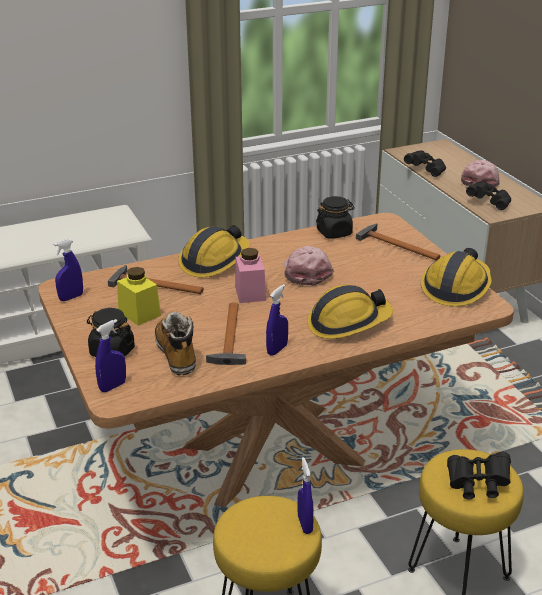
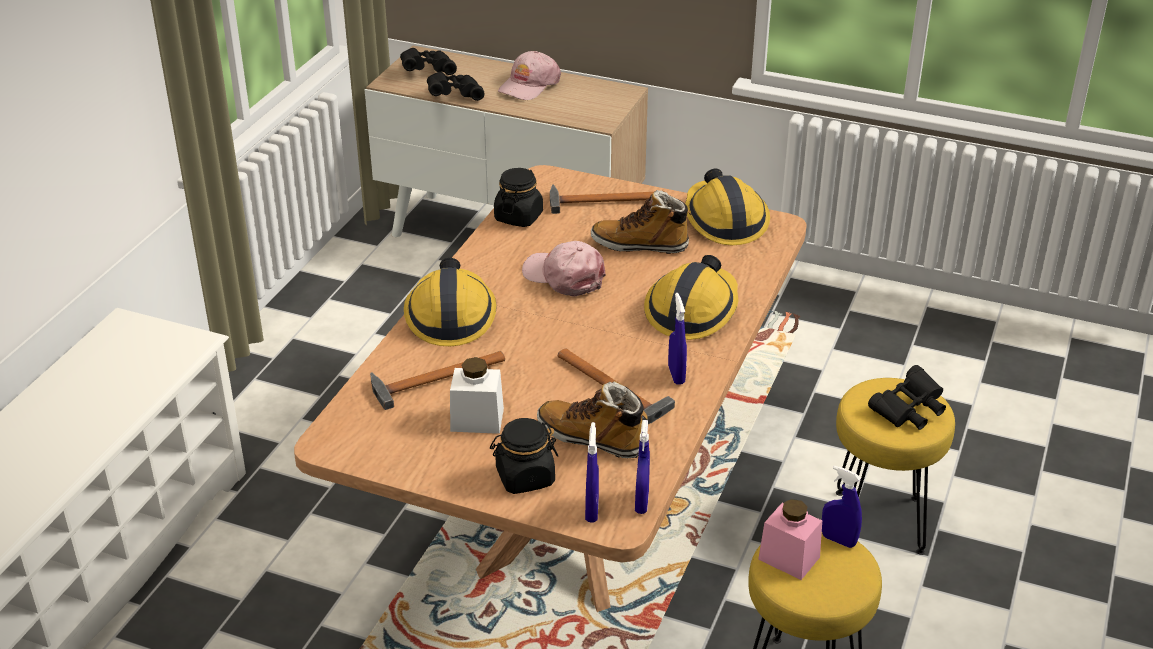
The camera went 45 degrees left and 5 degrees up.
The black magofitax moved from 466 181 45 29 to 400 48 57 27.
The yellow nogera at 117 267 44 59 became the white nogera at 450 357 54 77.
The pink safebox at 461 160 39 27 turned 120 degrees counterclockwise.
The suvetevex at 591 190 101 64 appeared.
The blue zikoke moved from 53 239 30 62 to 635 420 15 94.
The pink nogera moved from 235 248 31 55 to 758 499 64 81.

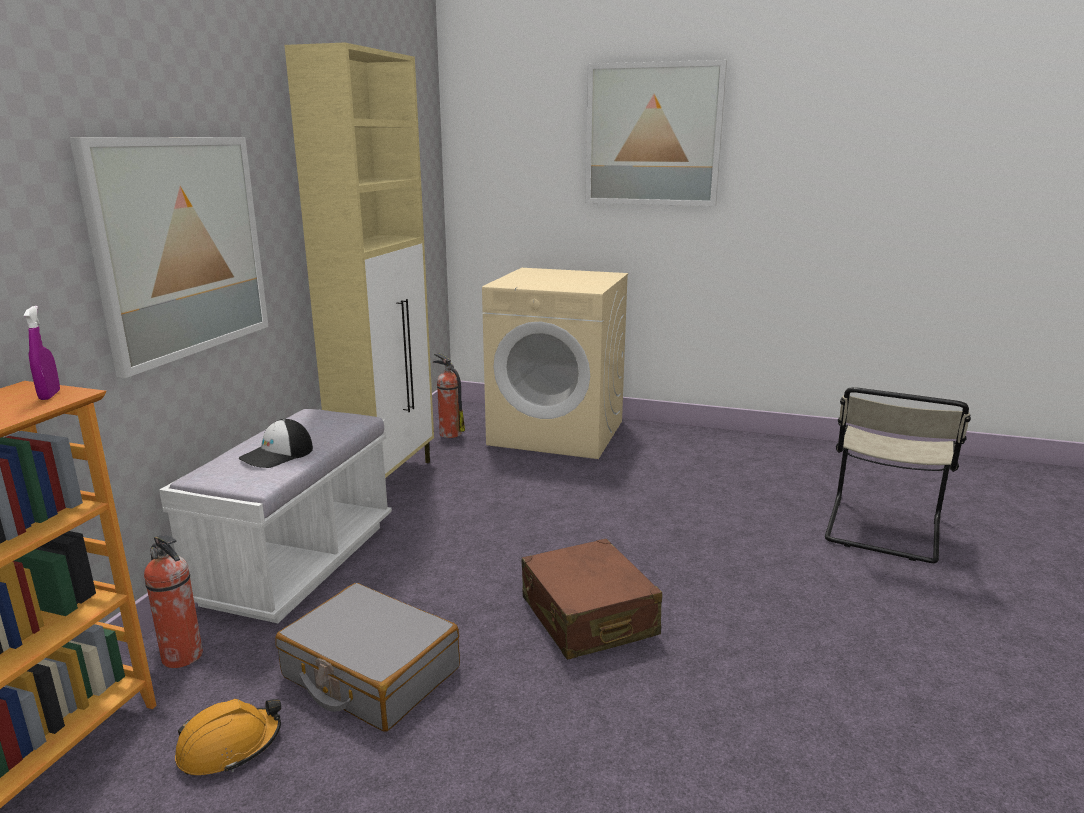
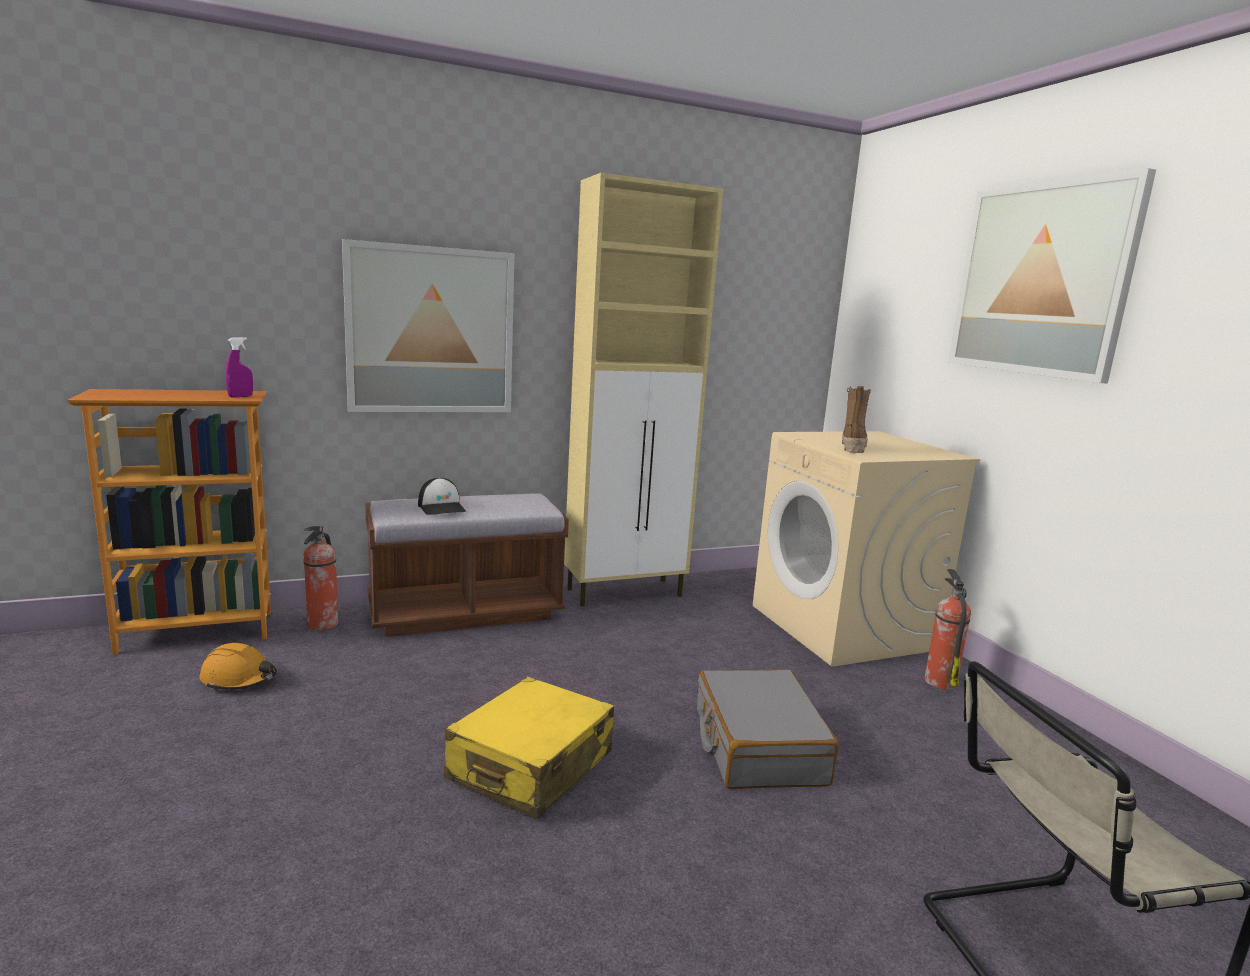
The camera went 50 degrees right and 5 degrees down.
The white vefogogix at 159 409 233 214 became the brown vefogogix at 365 493 204 144.
The safebox at 239 419 74 49 turned 120 degrees counterclockwise.
The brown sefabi at 522 539 140 121 became the yellow sefabi at 444 677 170 142.
The grey sefabi moved from 275 583 185 149 to 697 669 142 120.
The suvetevex at 842 386 29 67 appeared.
The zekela moved from 433 353 32 85 to 924 569 47 121.

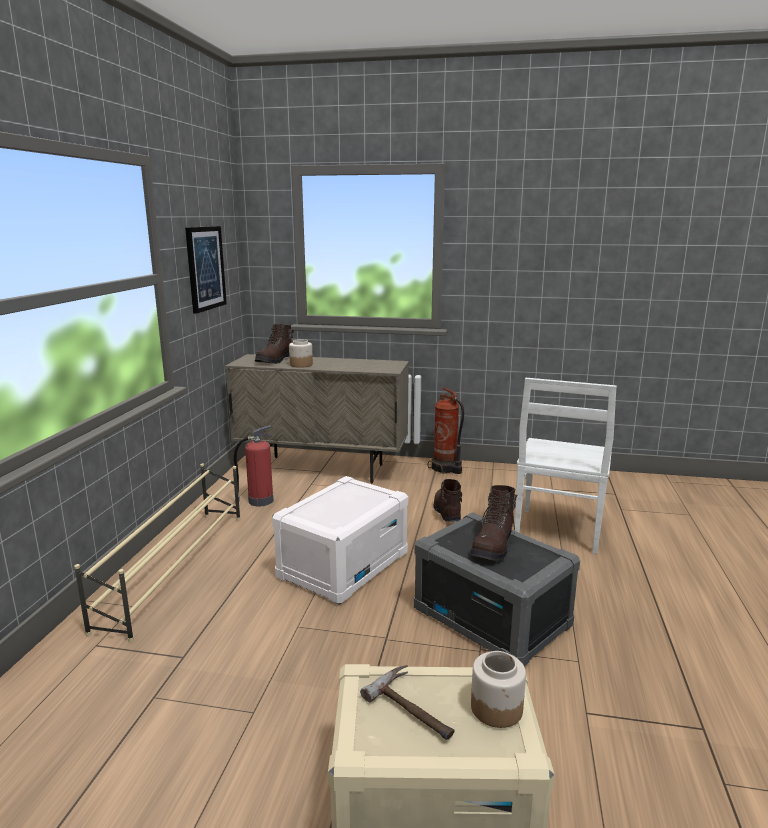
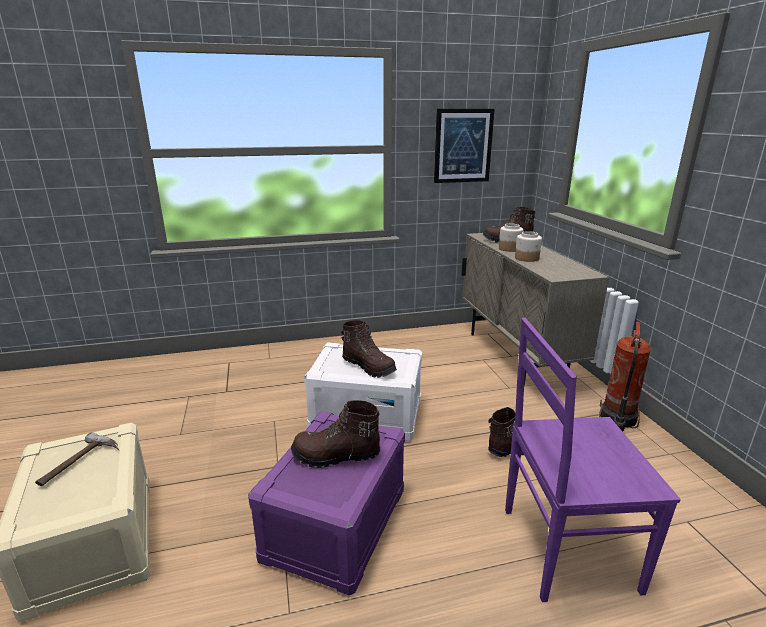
The camera went 65 degrees right and 5 degrees up.
The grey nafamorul at 414 512 166 154 became the purple nafamorul at 248 411 157 184.
The brown suvetevex at 341 320 56 58 appeared.
The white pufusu at 515 378 102 176 became the purple pufusu at 505 318 176 284.
The nogera moved from 471 651 55 77 to 515 231 27 31.
The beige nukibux at 74 464 167 178 disappeared.
The zekela at 234 425 40 81 disappeared.

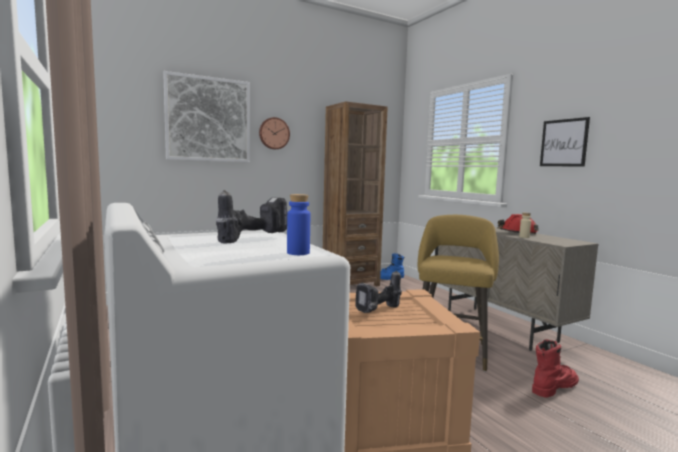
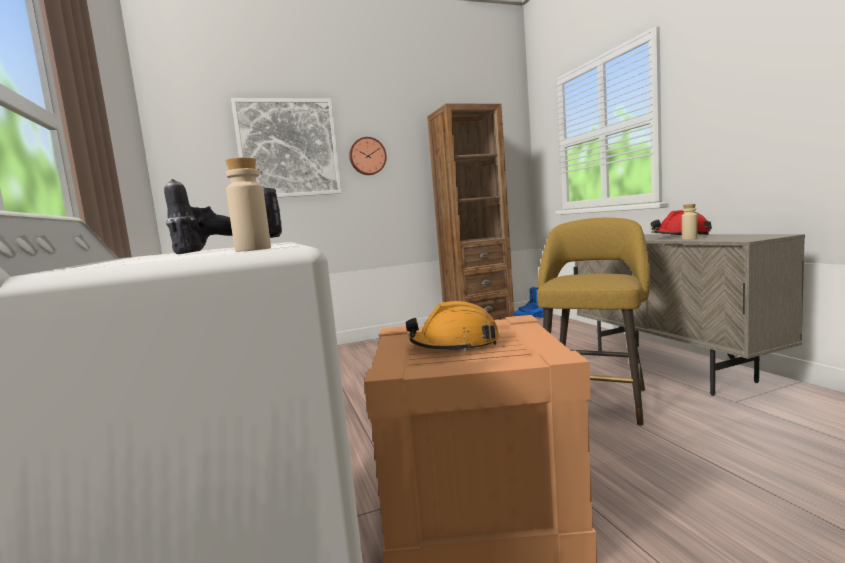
The camera went 10 degrees right and 0 degrees up.
The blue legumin at 287 194 23 61 became the beige legumin at 226 157 45 95.
The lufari at 355 271 47 42 was replaced by the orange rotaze at 405 301 95 51.
The red suvetevex at 532 340 47 58 disappeared.
The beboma at 540 117 50 50 disappeared.

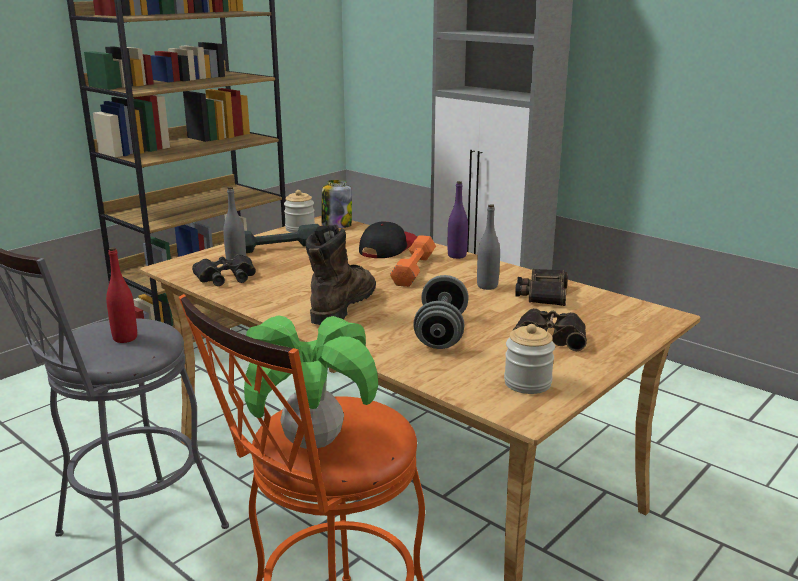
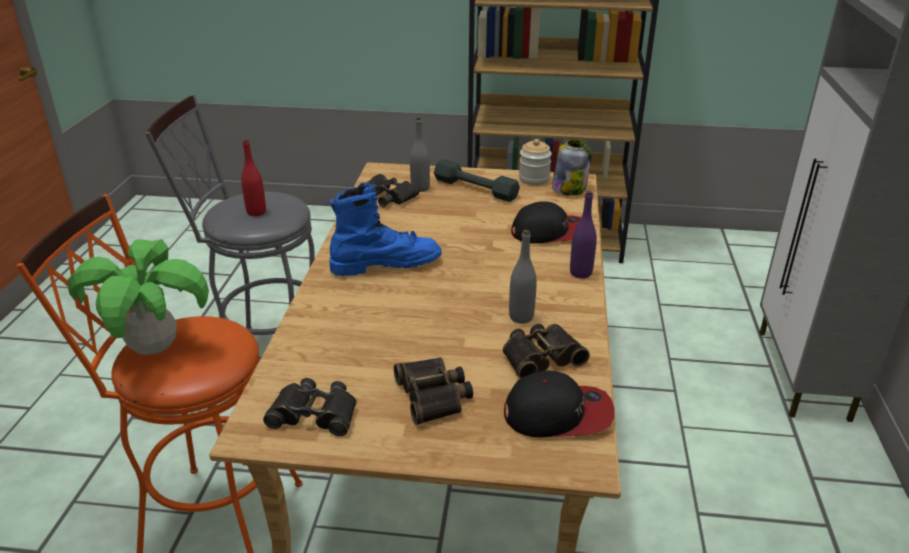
The camera went 55 degrees right and 10 degrees up.
The nogera at 504 324 51 70 was replaced by the black magofitax at 263 378 94 58.
The brown suvetevex at 306 225 70 100 became the blue suvetevex at 329 182 113 94.
The safebox at 504 370 110 67 appeared.
The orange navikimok at 390 235 46 52 disappeared.
The grey navikimok at 413 275 56 74 disappeared.

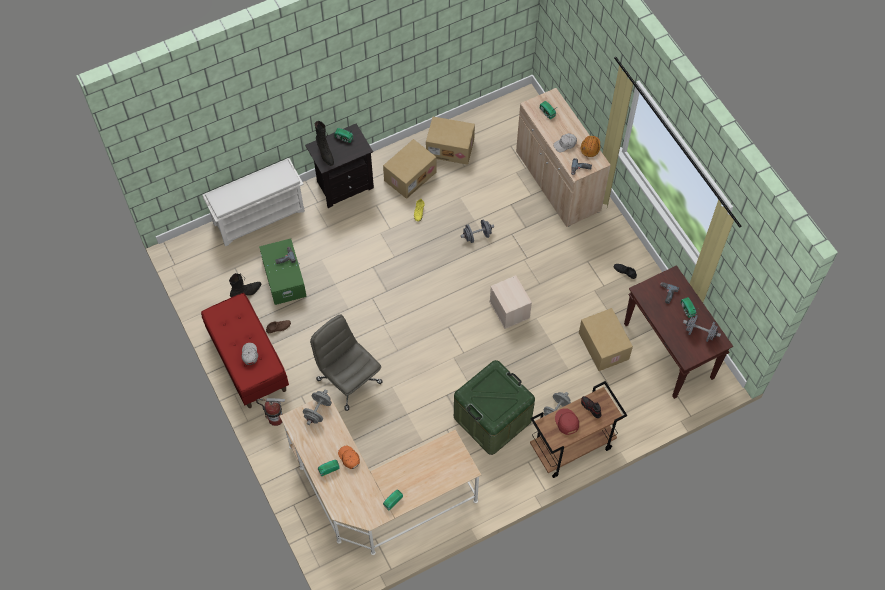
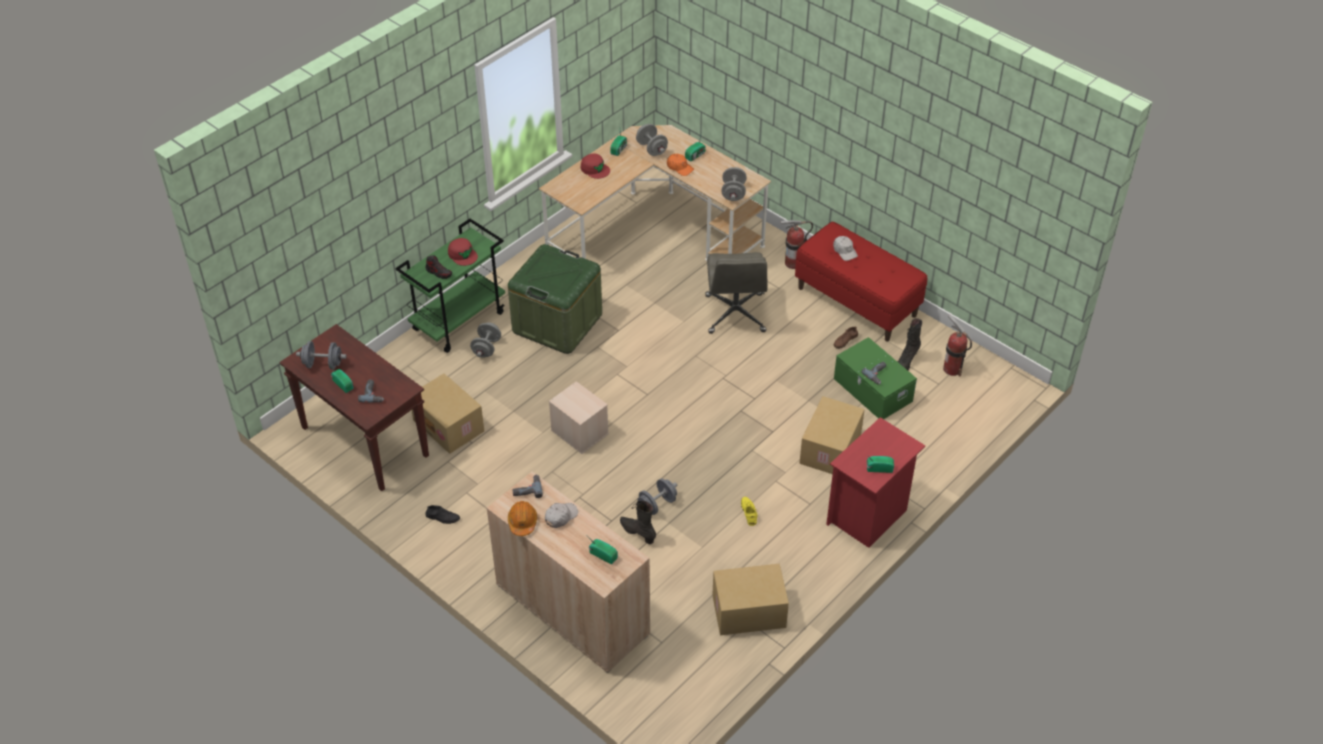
The camera went 160 degrees right and 15 degrees down.
The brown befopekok at 530 381 97 97 became the green befopekok at 395 219 110 134.
The red safebox at 581 153 29 26 appeared.
The black suvetevex moved from 315 121 19 45 to 620 501 36 43.
The grey navikimok at 636 124 32 32 appeared.
The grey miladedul at 310 314 73 97 turned 60 degrees clockwise.
The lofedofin moved from 383 139 54 60 to 799 396 66 78.
The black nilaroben at 305 124 69 84 became the red nilaroben at 826 417 99 131.
The zekela at 943 314 29 62 appeared.
The white nukibux at 203 158 102 88 disappeared.

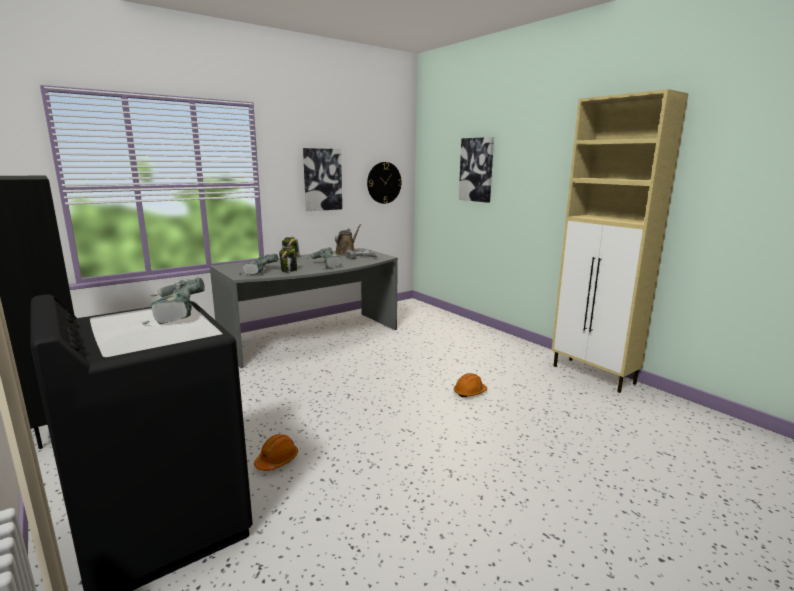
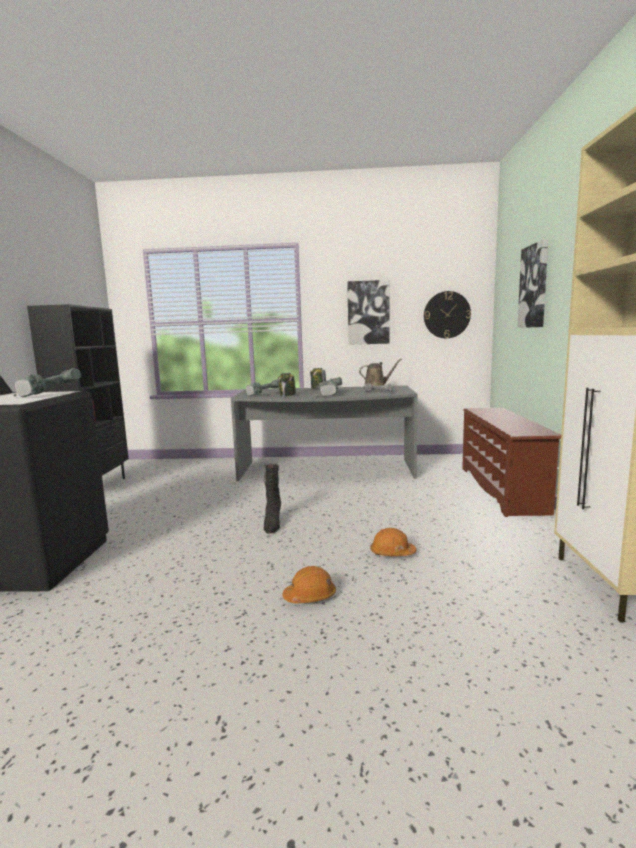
The camera went 40 degrees right and 5 degrees down.
The black suvetevex at 264 464 17 70 appeared.
The orange rotaze moved from 254 434 44 37 to 282 566 54 37.
The brown nukibux at 462 408 99 109 appeared.

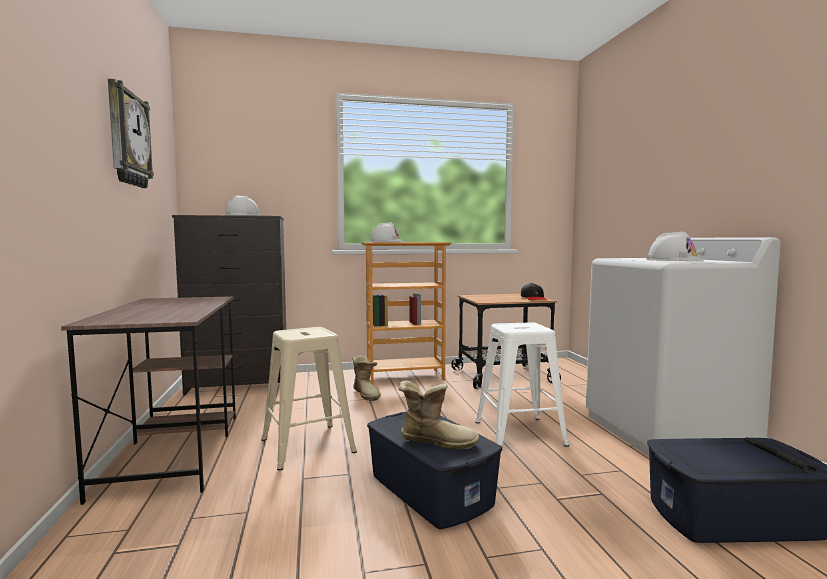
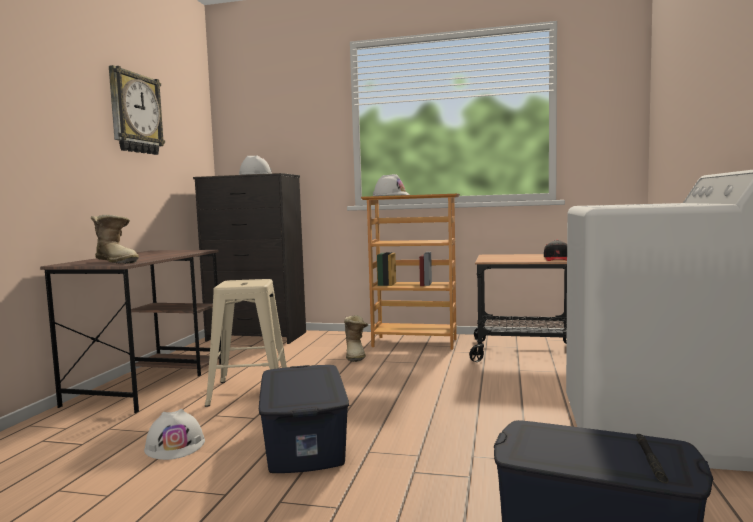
The camera went 25 degrees right and 0 degrees up.
The suvetevex moved from 398 380 81 70 to 91 215 48 49.
The white rotaze moved from 646 232 58 29 to 144 409 61 51.
The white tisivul at 475 322 94 125 disappeared.

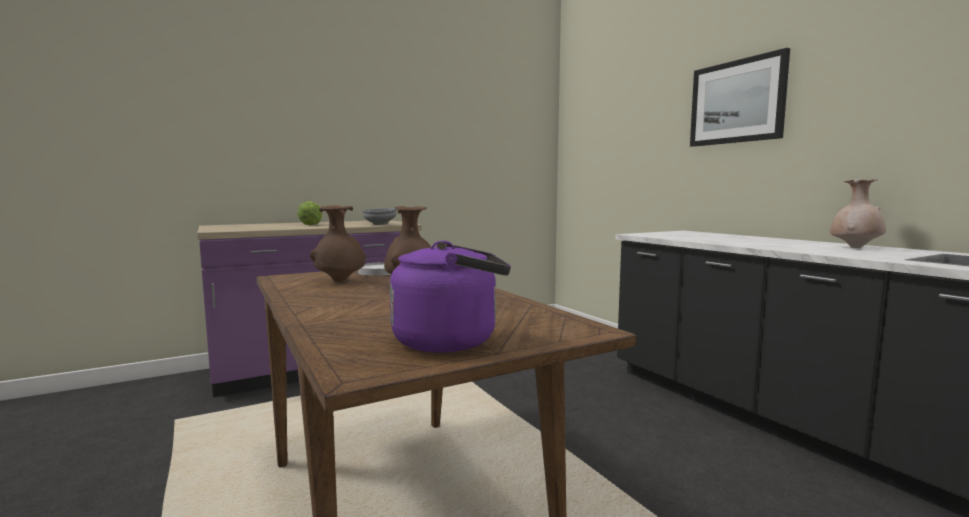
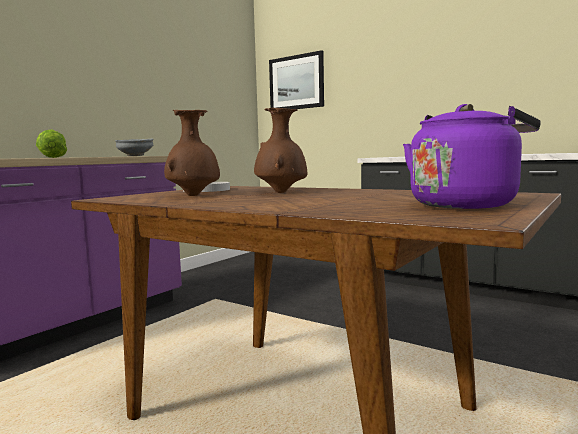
The camera went 25 degrees left and 0 degrees up.
The beboma moved from 690 48 100 99 to 269 50 55 59.
The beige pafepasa at 830 179 56 69 disappeared.

